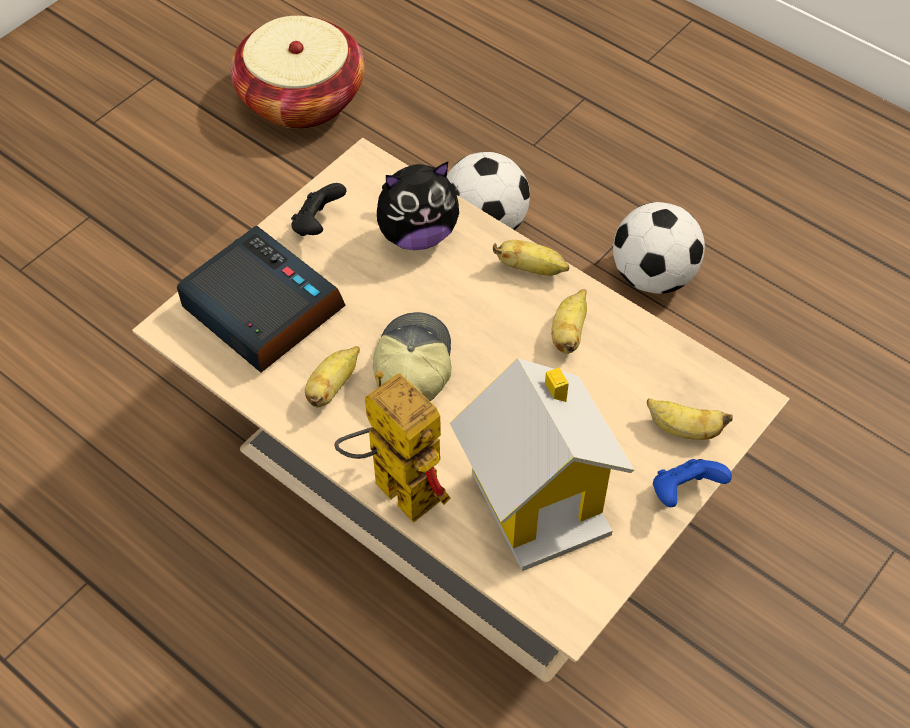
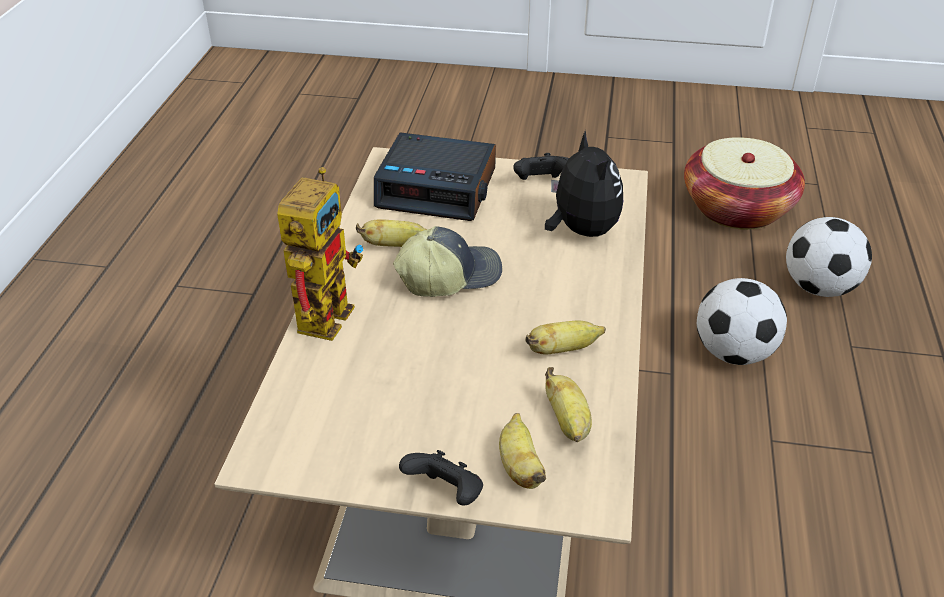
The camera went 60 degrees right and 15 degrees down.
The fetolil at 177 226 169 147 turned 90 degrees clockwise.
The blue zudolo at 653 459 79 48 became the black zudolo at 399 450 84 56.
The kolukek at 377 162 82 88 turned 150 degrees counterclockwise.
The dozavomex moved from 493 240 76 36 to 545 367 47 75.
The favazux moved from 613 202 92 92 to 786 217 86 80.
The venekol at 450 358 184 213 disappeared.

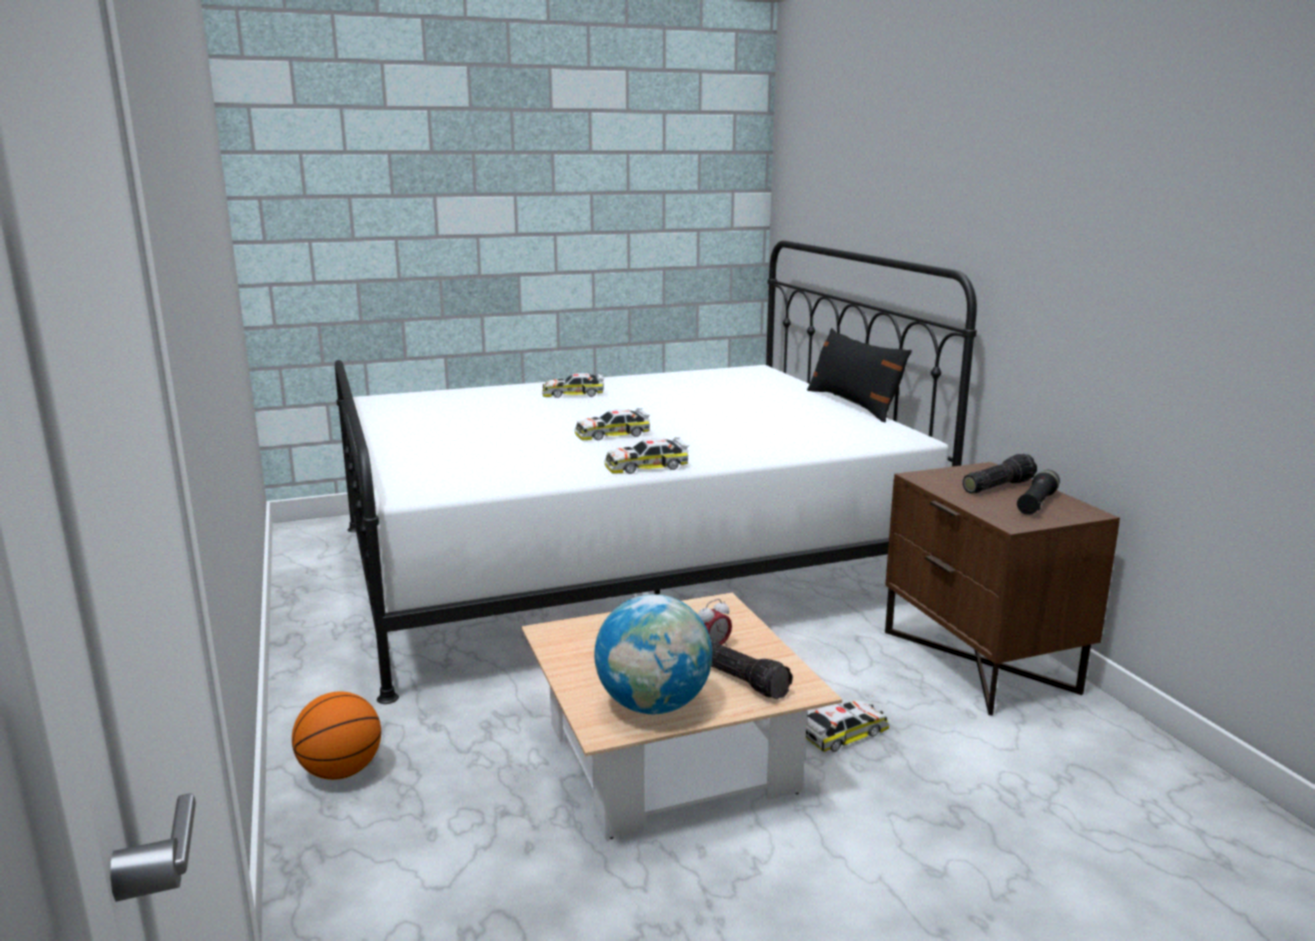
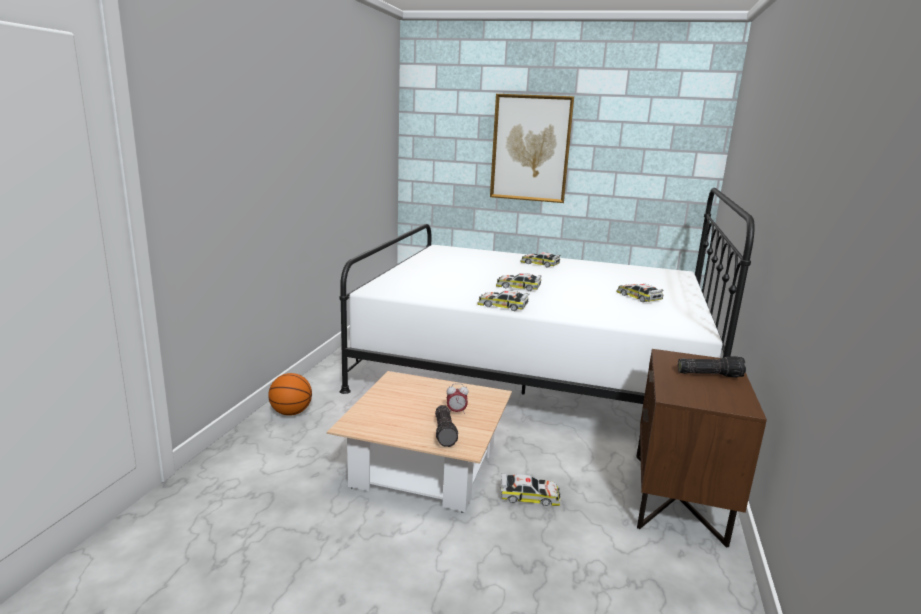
The camera went 35 degrees right and 0 degrees up.
The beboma at 490 94 84 109 appeared.
The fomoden at 617 284 47 18 appeared.
The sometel at 594 594 118 120 disappeared.
The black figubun at 807 328 105 94 disappeared.
The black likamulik at 1017 470 43 45 disappeared.

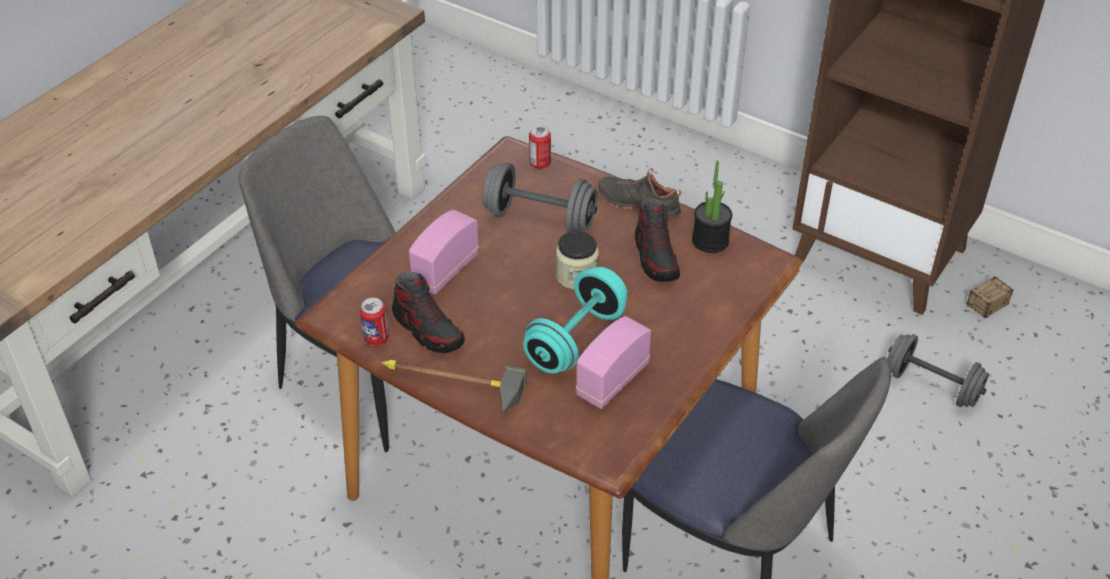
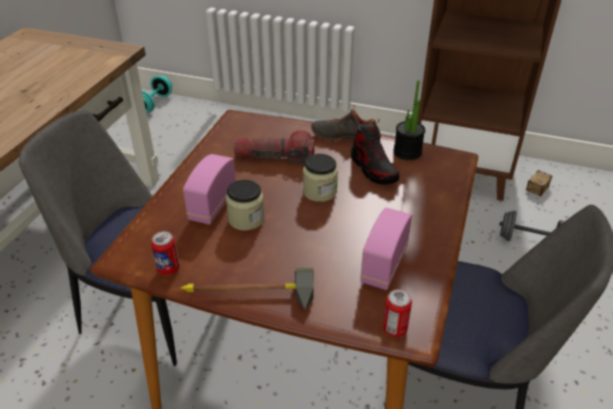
The camera went 15 degrees left and 5 degrees down.
The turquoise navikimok moved from 523 267 104 107 to 142 76 30 37.
The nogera at 226 180 38 51 appeared.
The grey navikimok at 483 163 114 69 was replaced by the likamulik at 234 130 81 34.
The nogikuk moved from 529 125 22 44 to 383 289 29 48.
The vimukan at 392 272 73 81 disappeared.

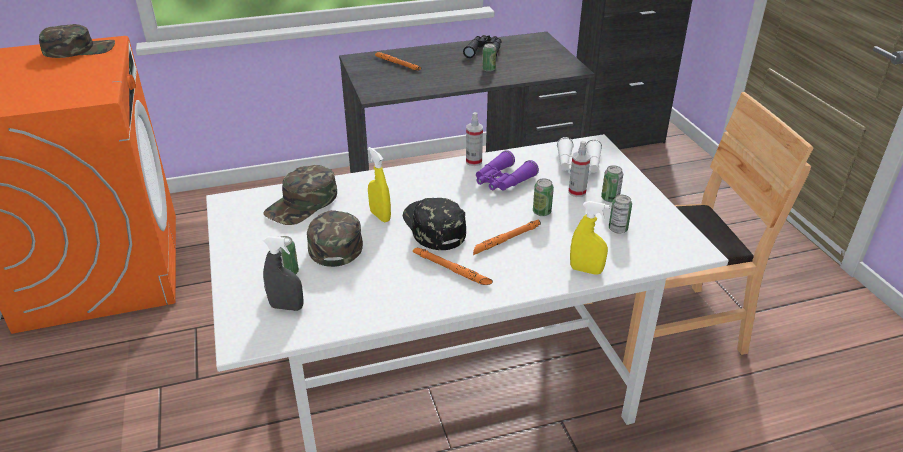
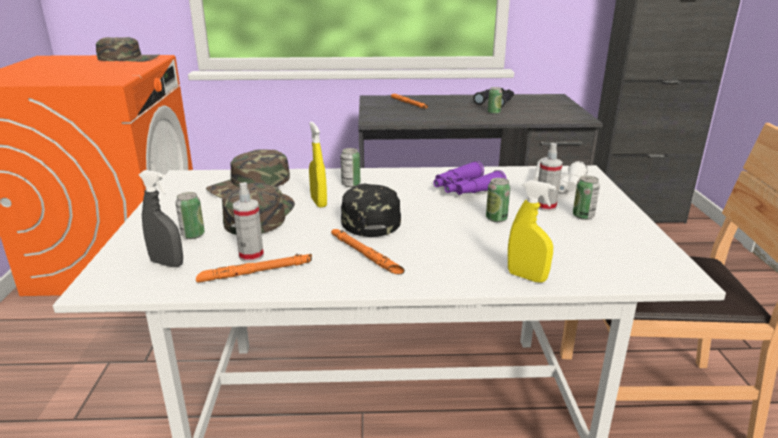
The camera went 15 degrees right and 10 degrees down.
The orange likamulik moved from 473 219 68 36 to 196 254 116 29.
The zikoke moved from 466 112 17 54 to 233 182 31 80.
The nogikuk moved from 609 195 23 39 to 341 148 19 39.

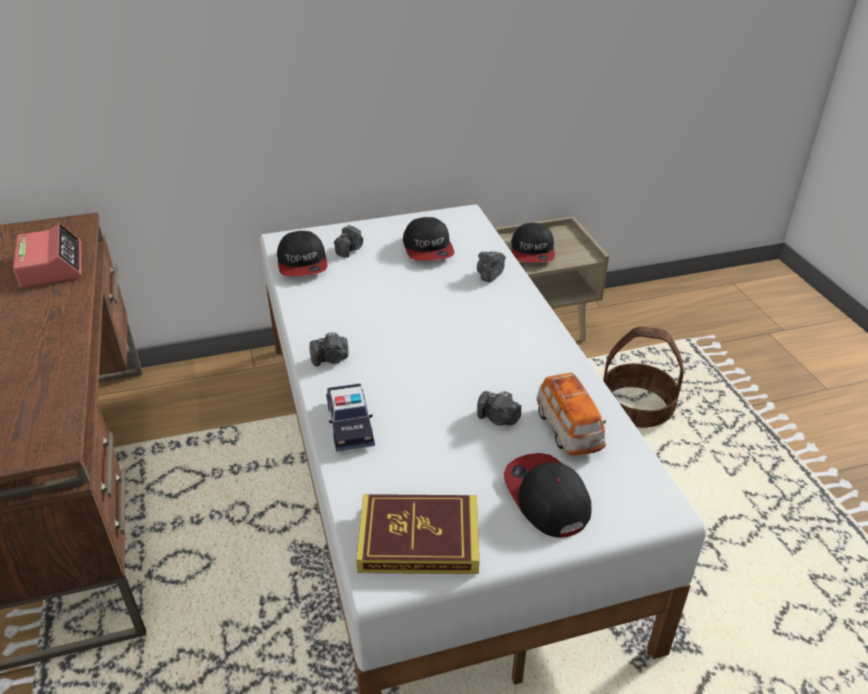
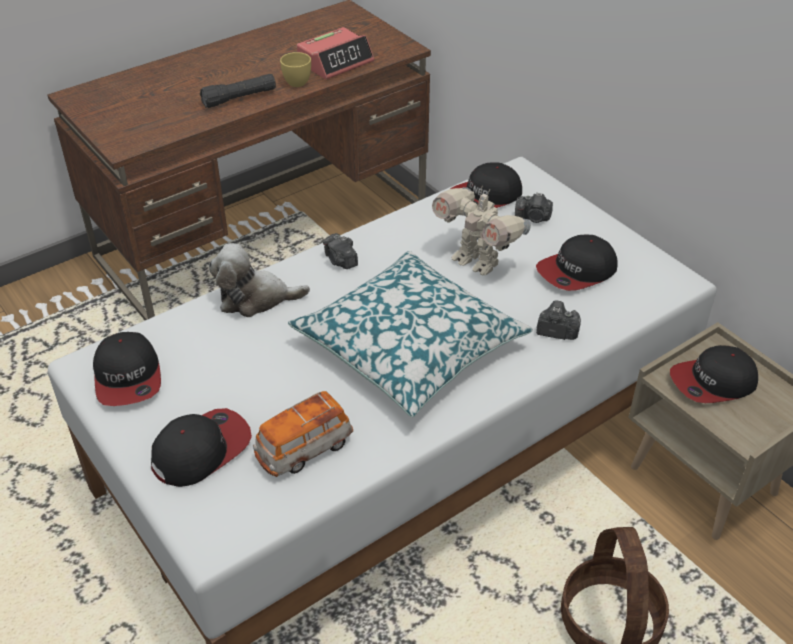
The camera went 70 degrees right and 5 degrees up.
The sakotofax at 356 494 123 80 was replaced by the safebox at 93 332 68 74.
The black likamulik at 200 74 76 34 appeared.
The fomoden at 326 383 49 69 was replaced by the kolukek at 209 243 101 74.
The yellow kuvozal at 280 52 31 35 appeared.
The figubun at 288 251 245 166 appeared.
The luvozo at 432 187 99 88 appeared.
The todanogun at 477 391 44 35 disappeared.

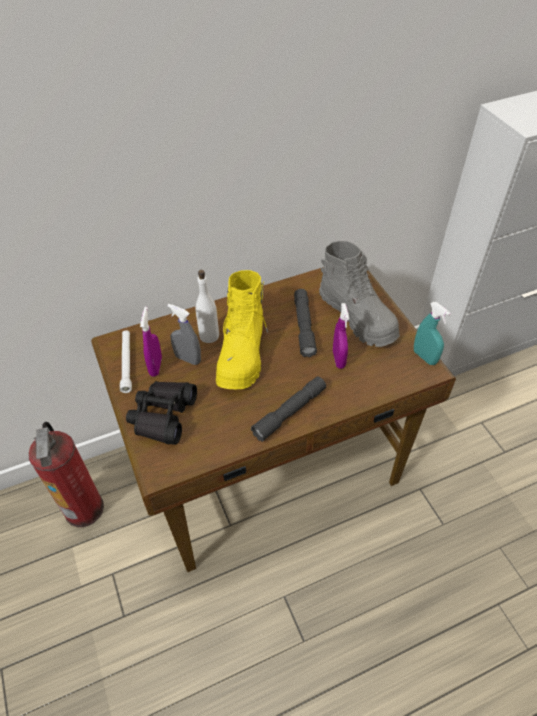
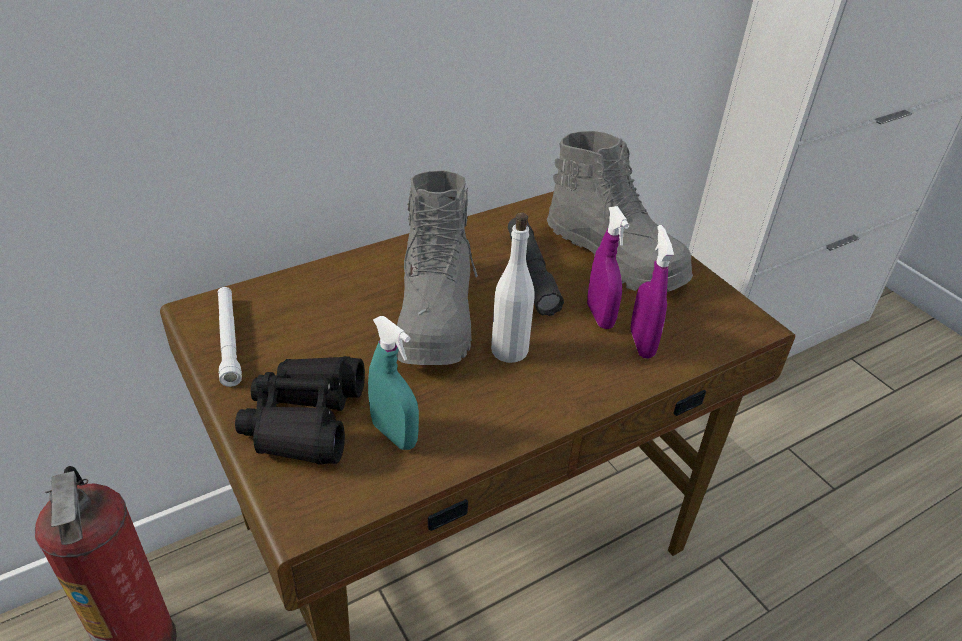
The camera went 10 degrees left and 10 degrees down.
The turquoise zikoke moved from 414 302 37 63 to 368 316 51 134.
The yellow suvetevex at 216 270 52 119 became the grey suvetevex at 395 170 83 195.
The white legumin moved from 195 270 24 73 to 491 212 44 151.
The purple zikoke moved from 140 307 22 70 to 631 225 43 133.
The grey zikoke at 167 304 34 61 disappeared.
The grey likamulik at 251 376 75 66 disappeared.

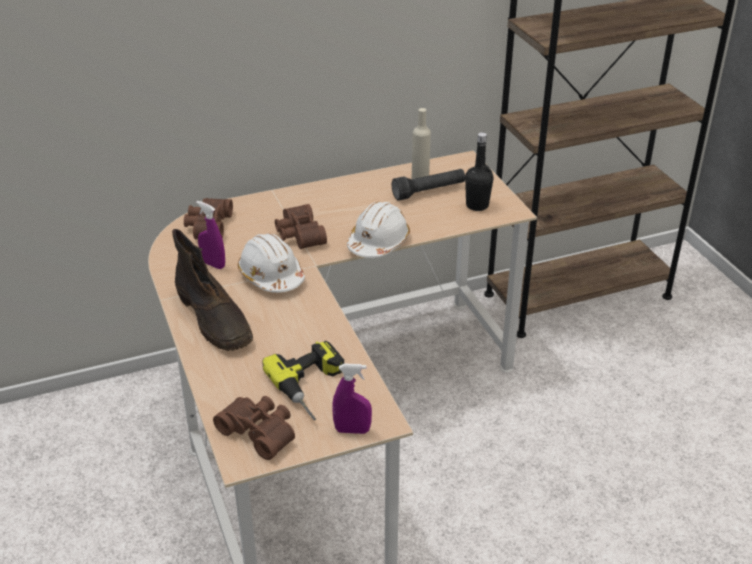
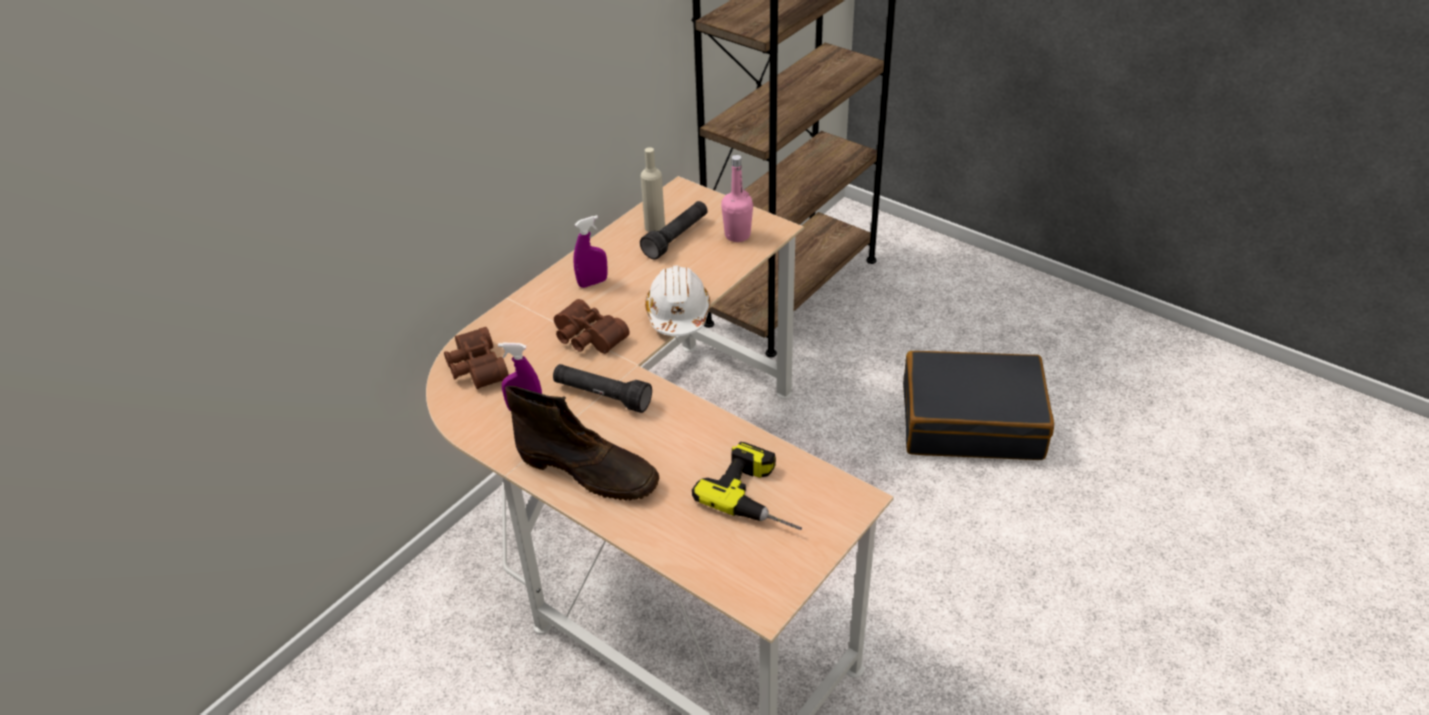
The camera went 30 degrees left and 5 degrees up.
The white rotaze at 238 233 67 60 was replaced by the black likamulik at 553 364 99 49.
The purple zikoke moved from 332 364 40 70 to 573 215 35 73.
The black legumin at 465 132 29 79 became the pink legumin at 721 155 32 87.
The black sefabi at 903 351 151 109 appeared.
The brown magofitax at 213 396 82 64 disappeared.

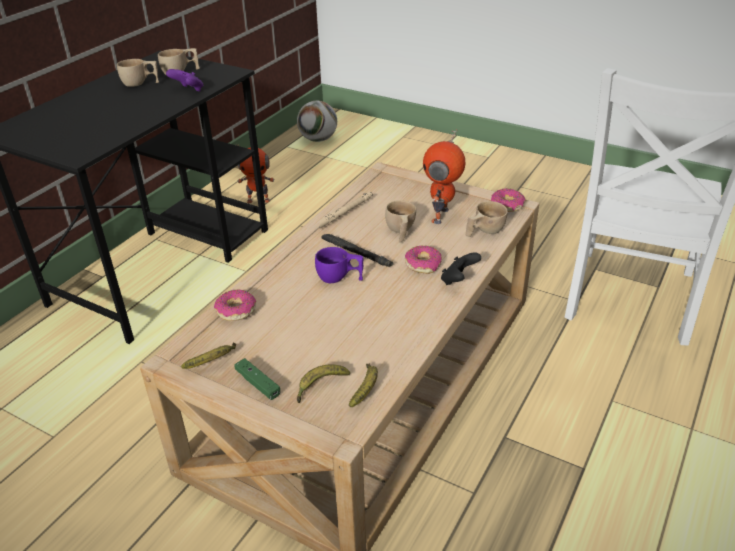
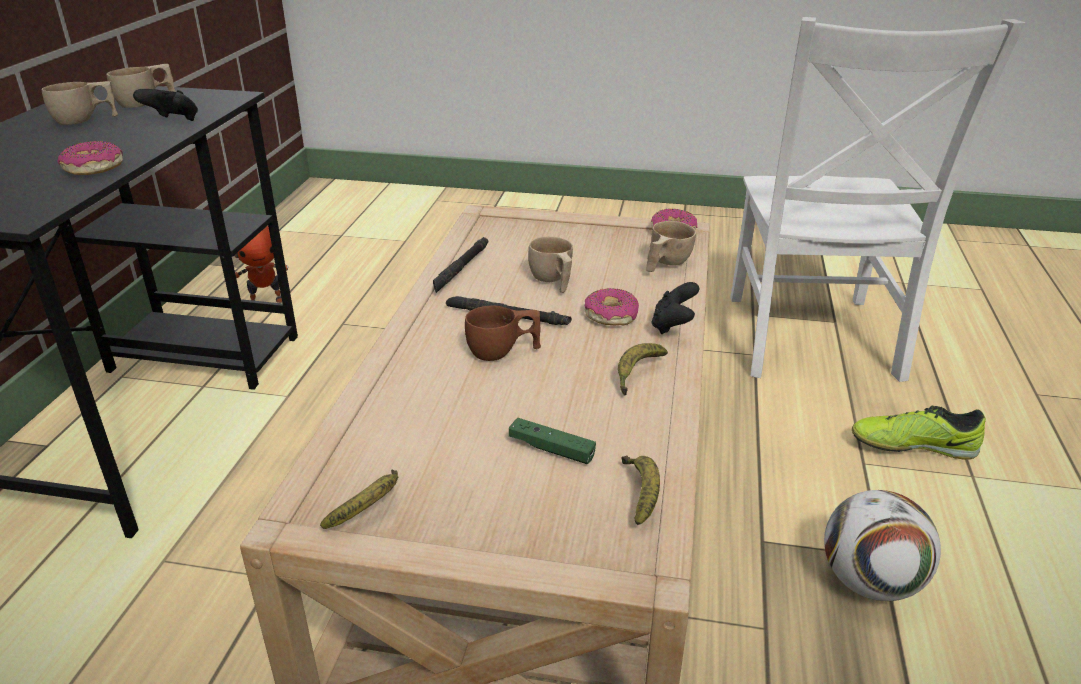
The camera went 20 degrees left and 5 degrees down.
The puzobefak moved from 214 289 42 32 to 57 141 66 34.
The purple zudolo at 166 69 37 23 became the black zudolo at 133 89 65 32.
The beige likamulik at 319 192 54 36 became the black likamulik at 433 237 55 56.
The purple kuvozal at 315 247 48 36 became the brown kuvozal at 465 306 76 55.
The green zudolo moved from 234 358 46 42 to 509 418 87 46.
The dozavomex moved from 297 364 53 39 to 618 343 50 53.
The favazux moved from 297 101 40 41 to 824 490 117 111.
The vimukan at 852 405 134 55 appeared.
The luvozo at 423 129 42 95 disappeared.

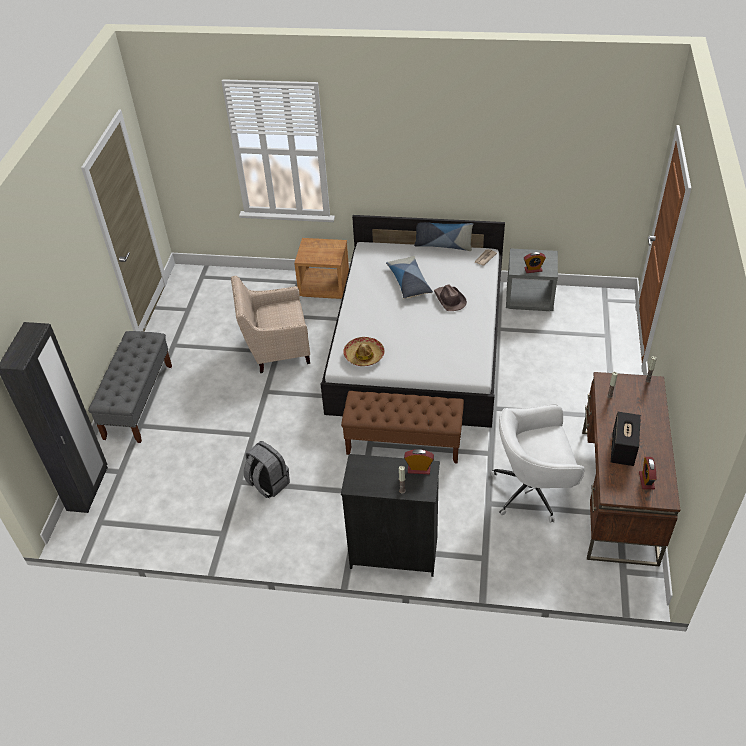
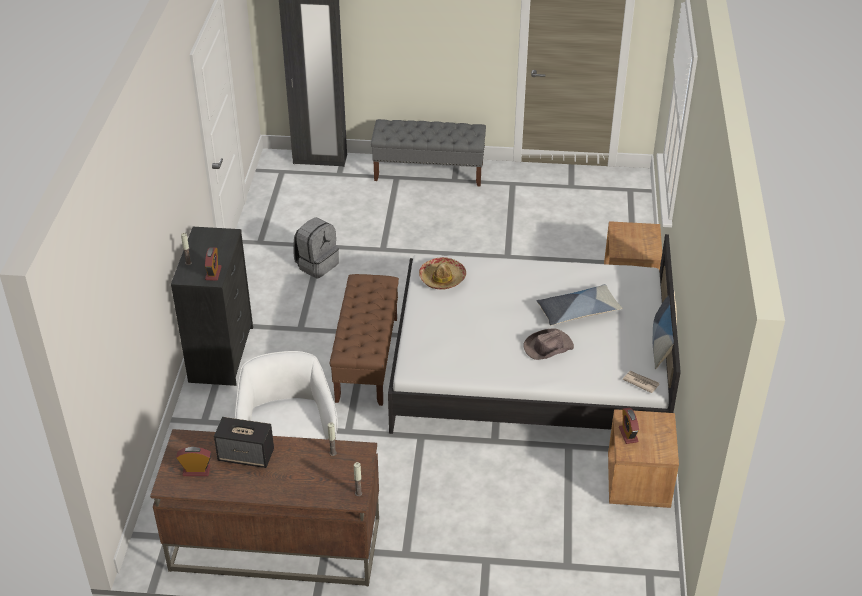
The camera went 85 degrees right and 5 degrees down.
The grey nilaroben at 506 248 52 63 became the brown nilaroben at 608 409 71 99.
The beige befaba at 231 276 79 97 disappeared.

